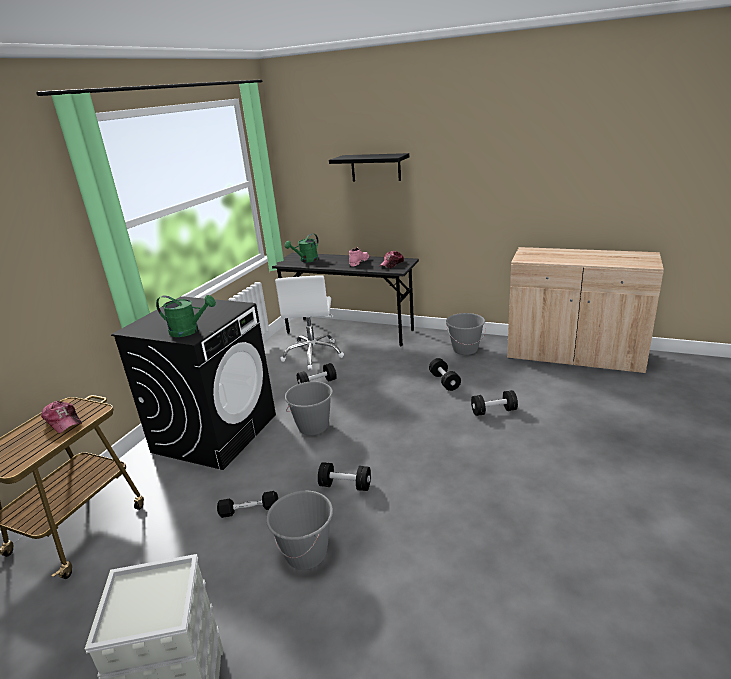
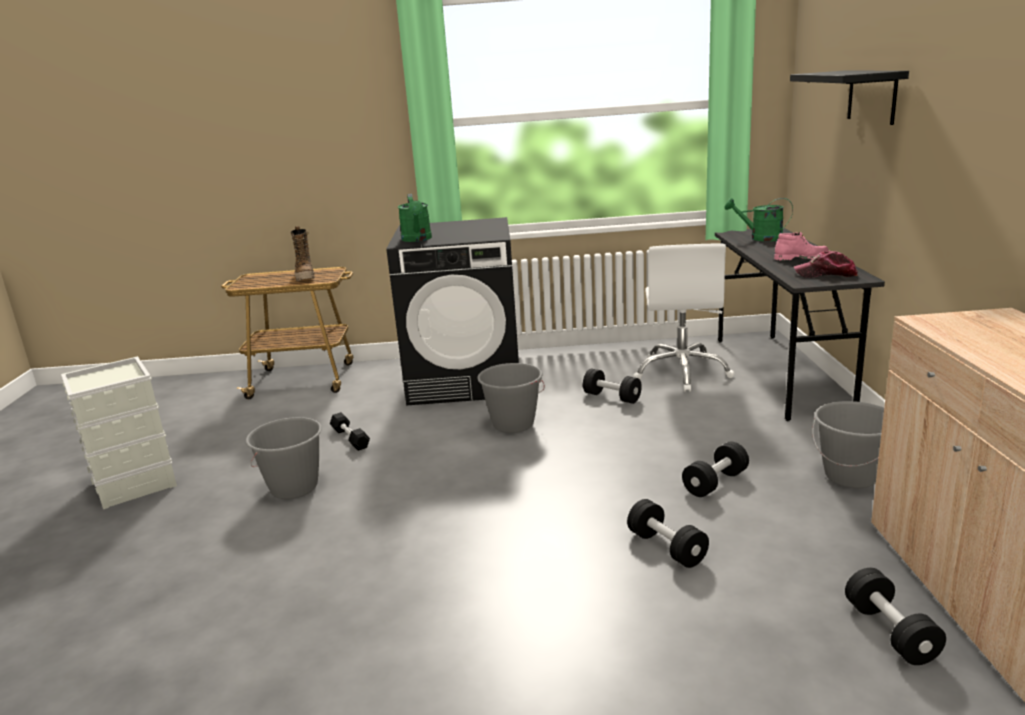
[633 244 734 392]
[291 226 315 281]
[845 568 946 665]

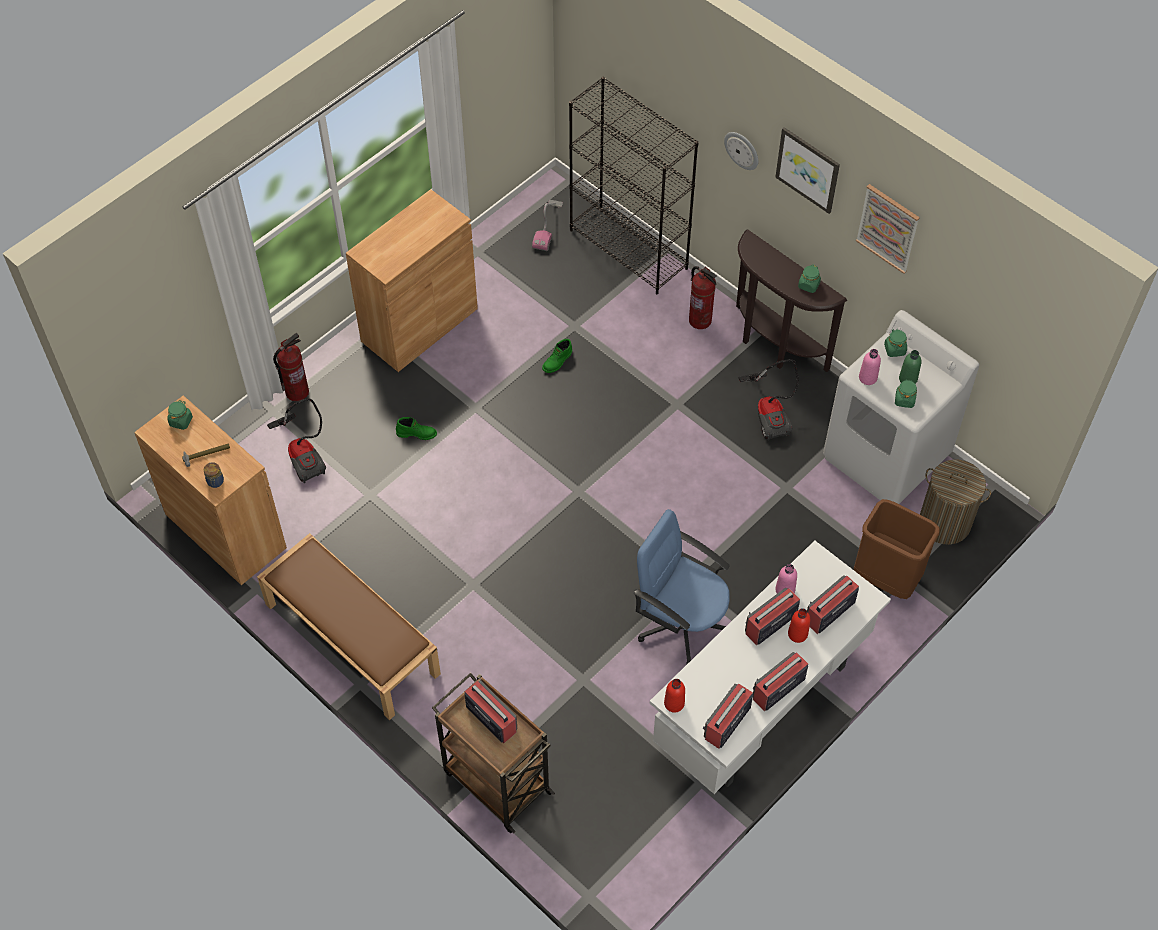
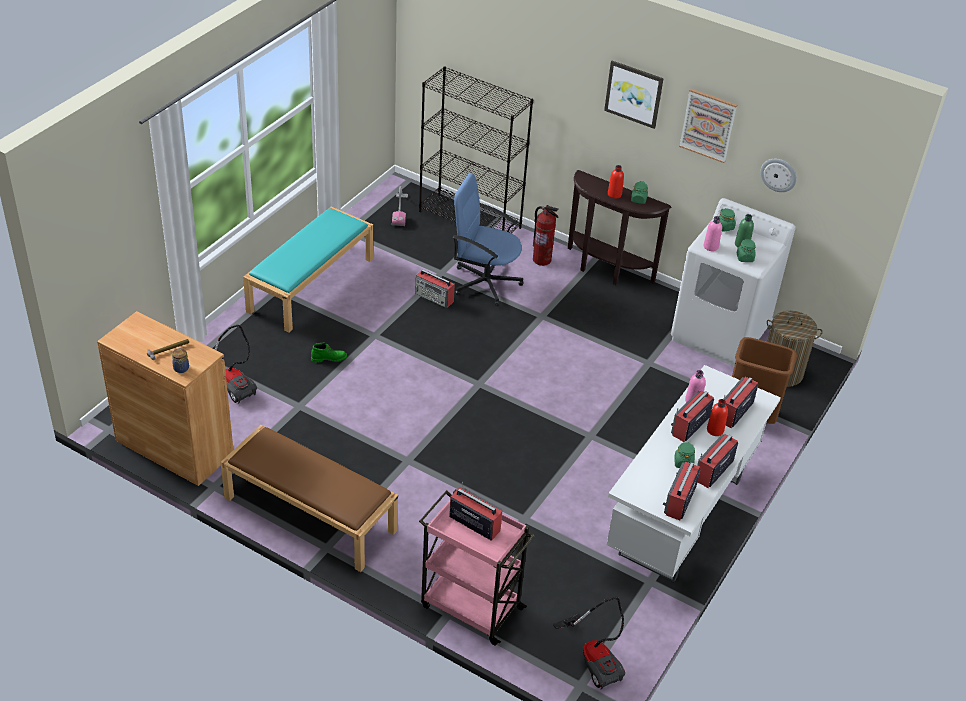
[760 159 797 192]
[243 207 373 332]
[273 333 309 401] (first image)
[415 269 455 308]
[553 597 625 690]
[674 442 695 468]
[453 173 524 306]
[419 489 534 645]
[608 165 624 199]

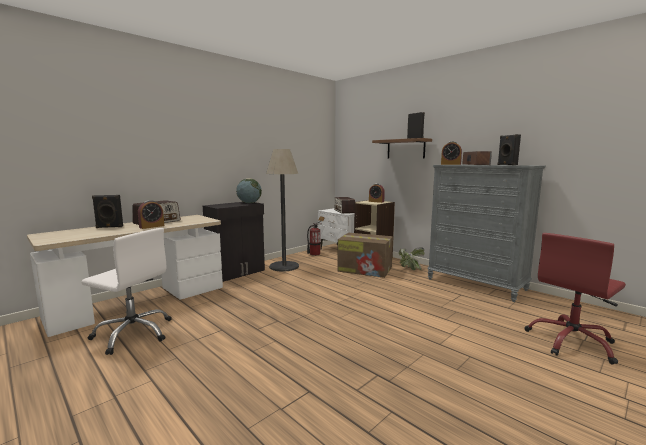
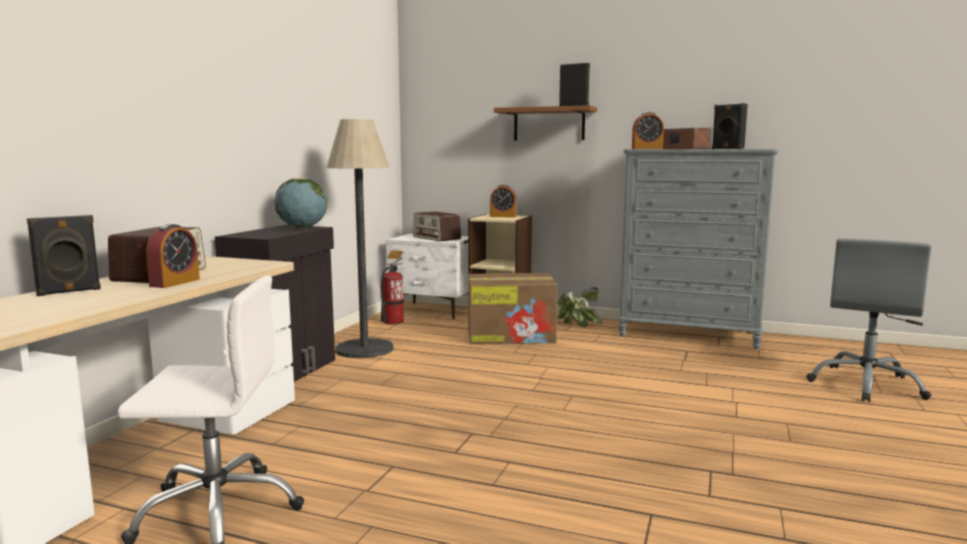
[806 238 932 402]

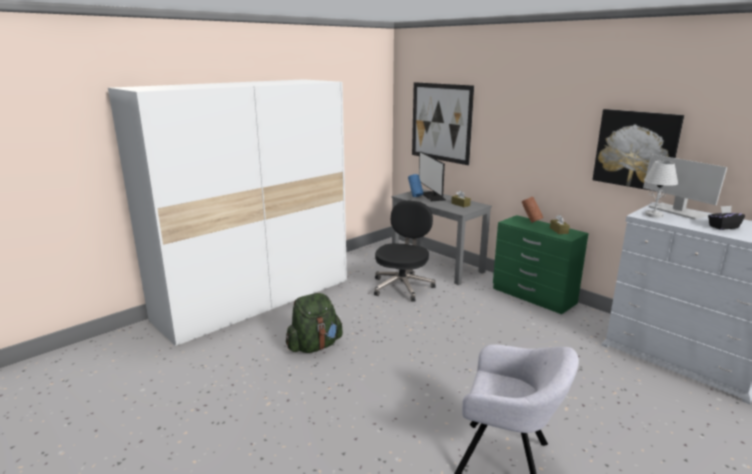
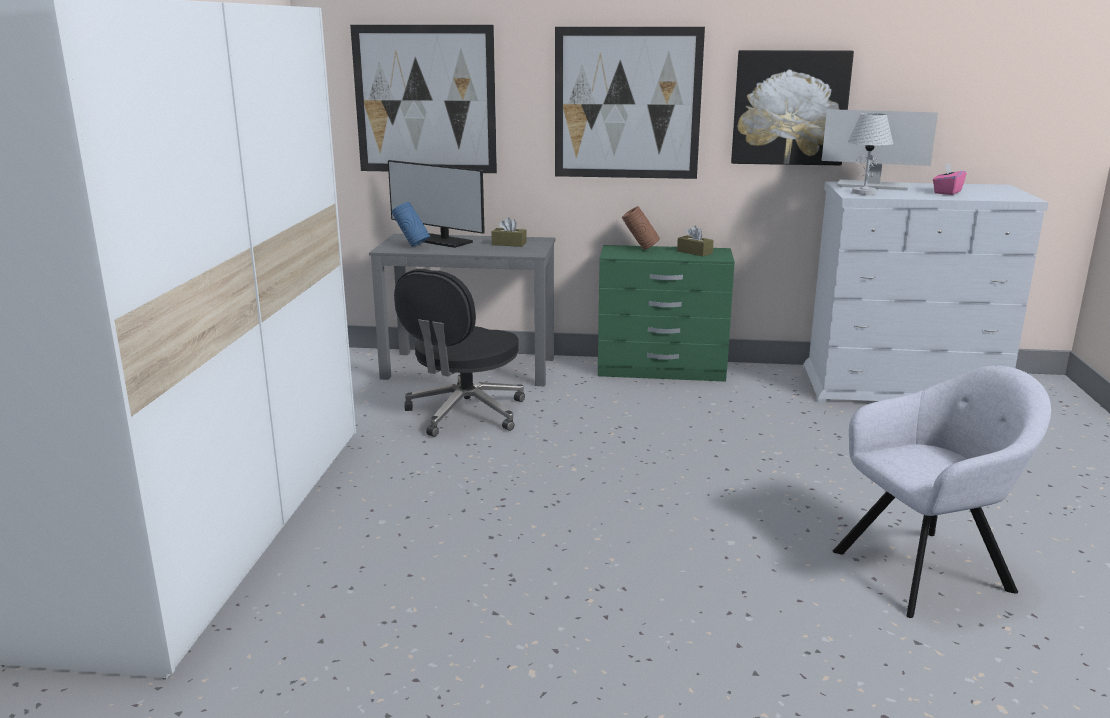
[394 269 525 437]
[933 163 966 195]
[286 293 343 353] (first image)
[555 27 705 179]

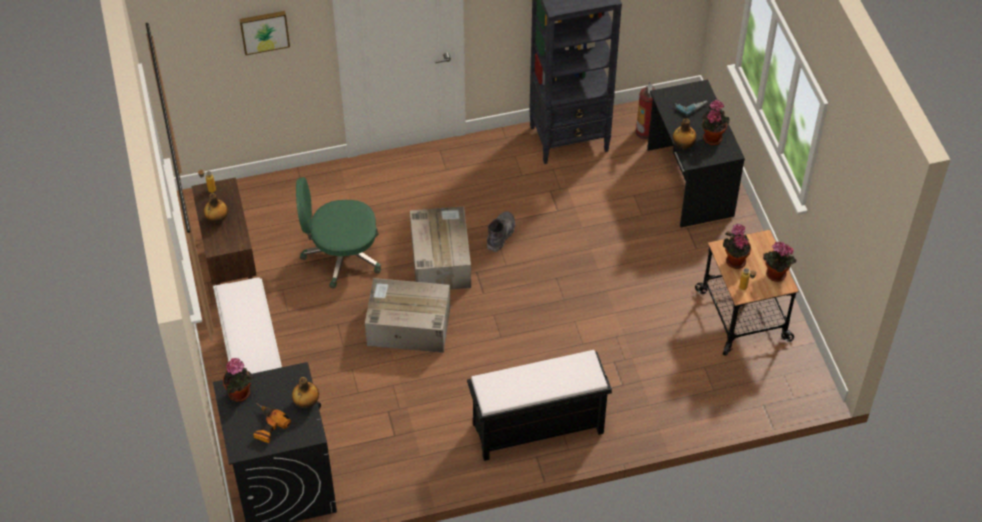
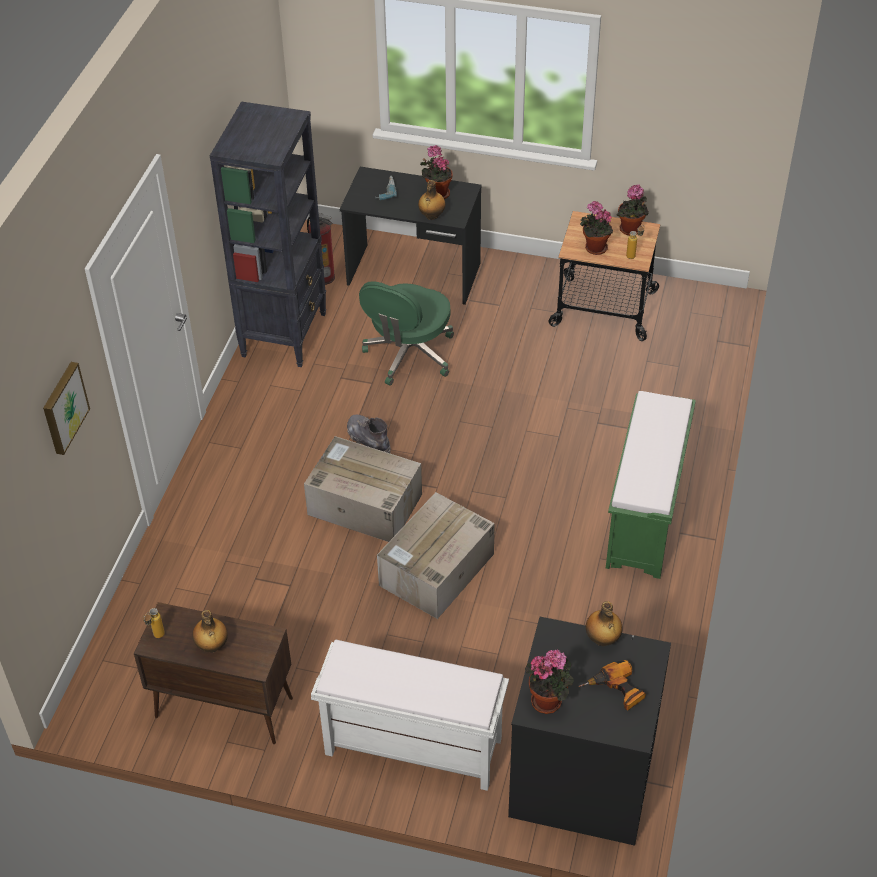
[359 281 454 386]
[606 391 696 579]

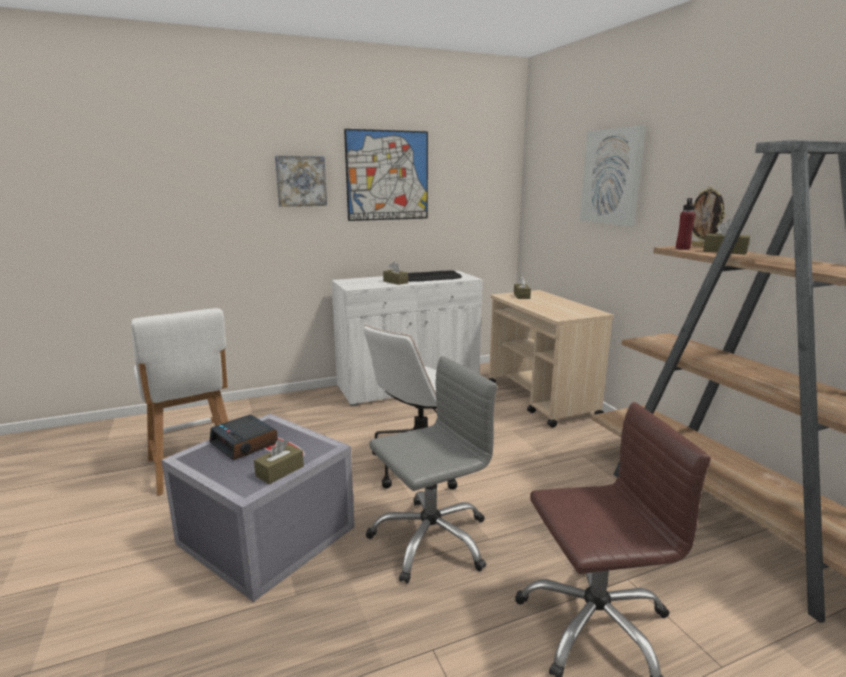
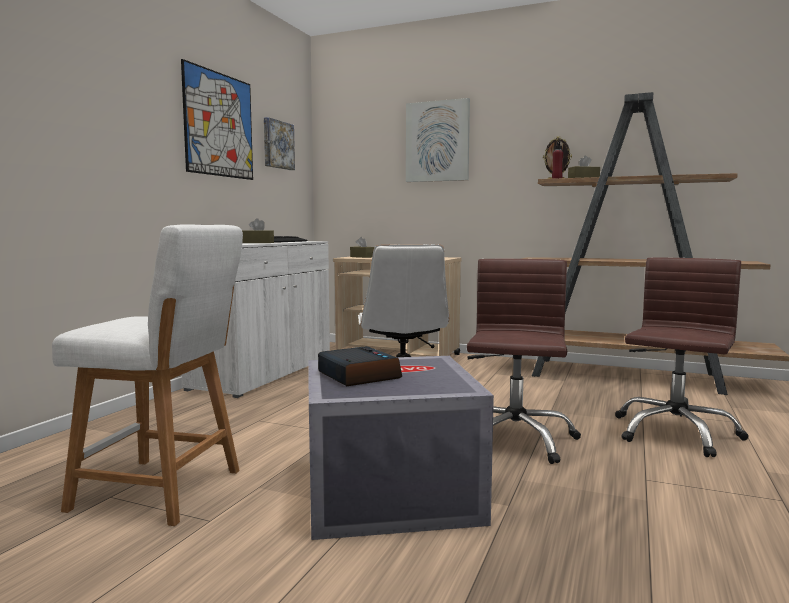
[264 117 295 170]
[467 259 581 464]
[318 346 402 386]
[254 439 304 484] (first image)

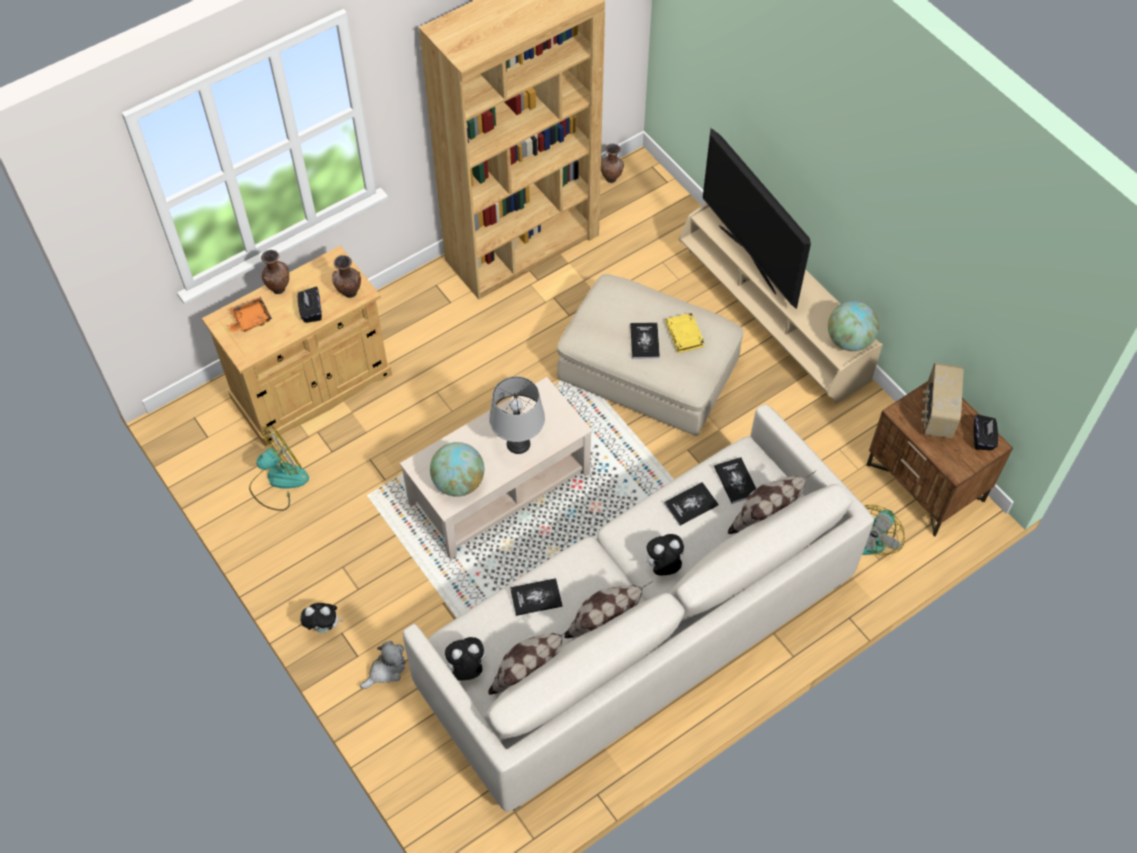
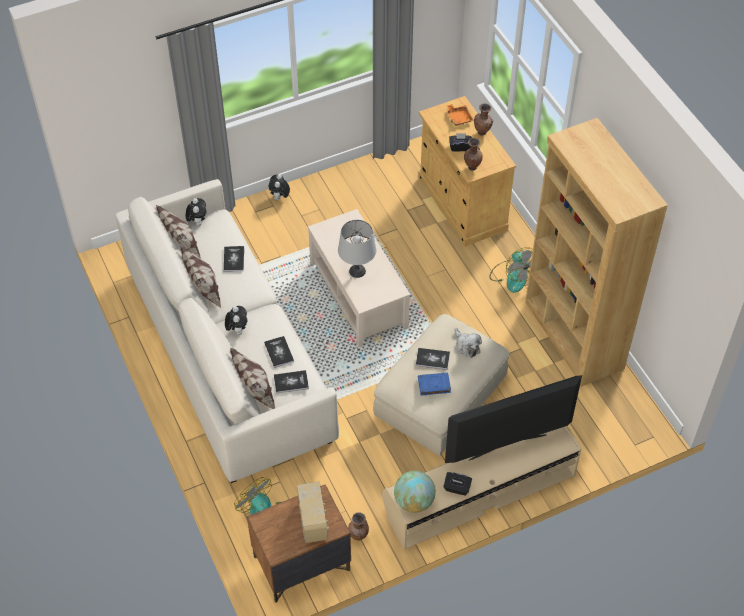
[348 512 369 541]
[418 373 451 396]
[297 482 329 543]
[443 472 472 495]
[490 247 533 293]
[430 442 484 497] (first image)
[454 328 482 358]

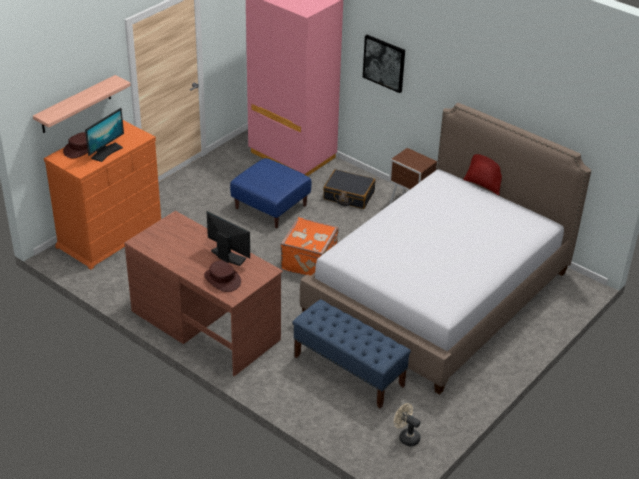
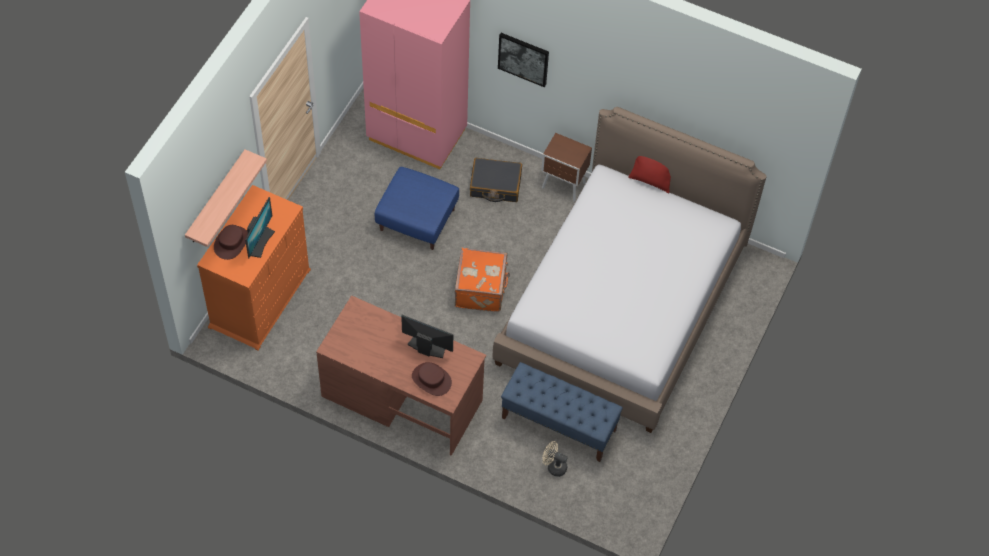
[542 441 567 477]

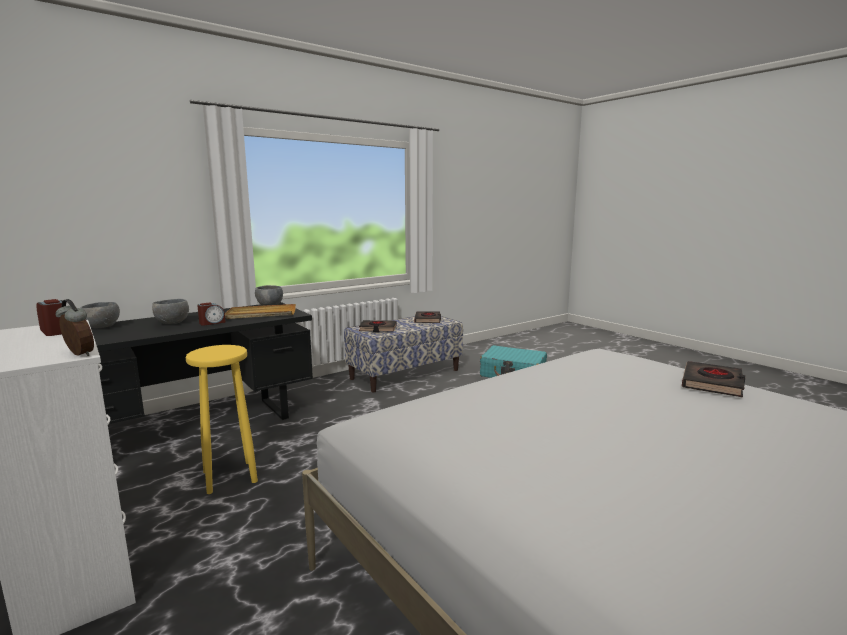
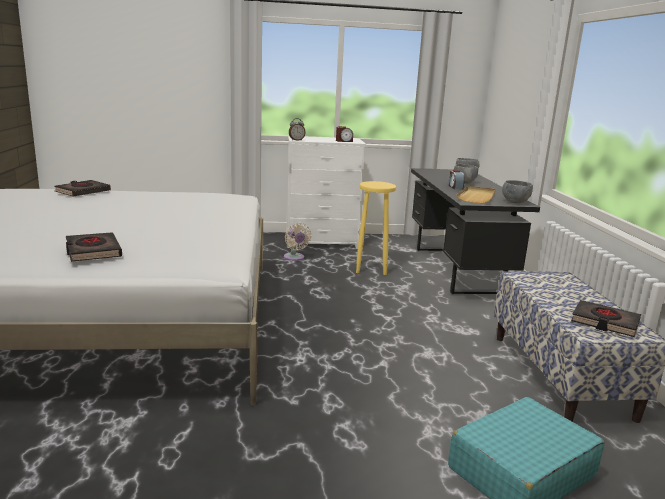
[54 180 111 197]
[284 223 311 261]

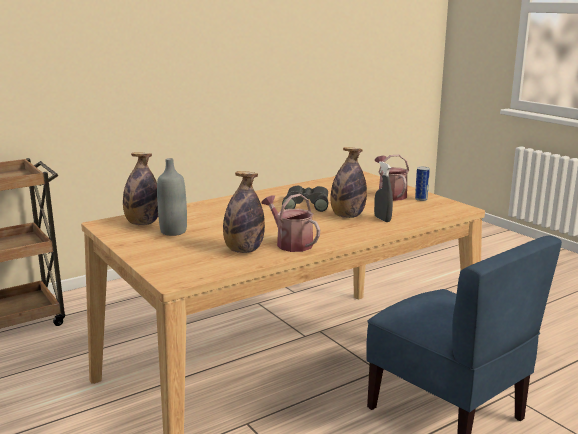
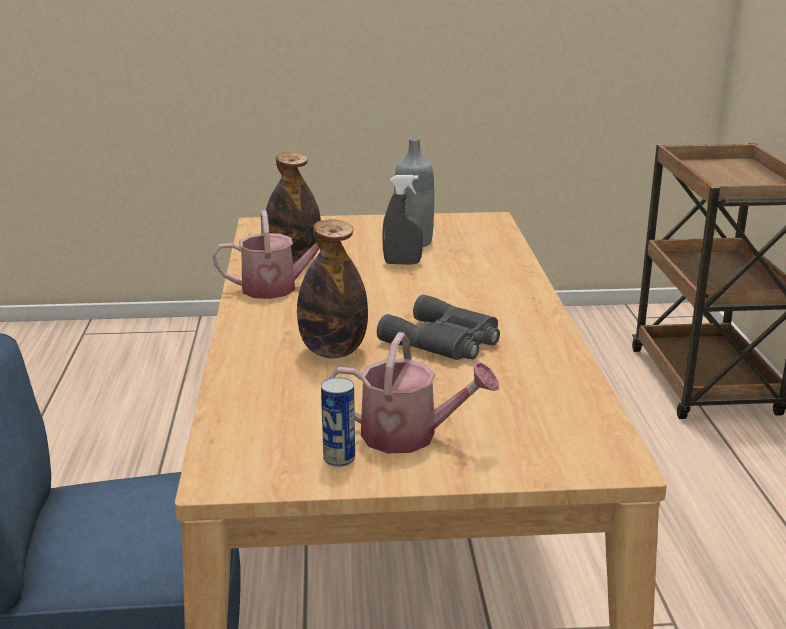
[123 152 158 225] (first image)
[382 175 423 265]

